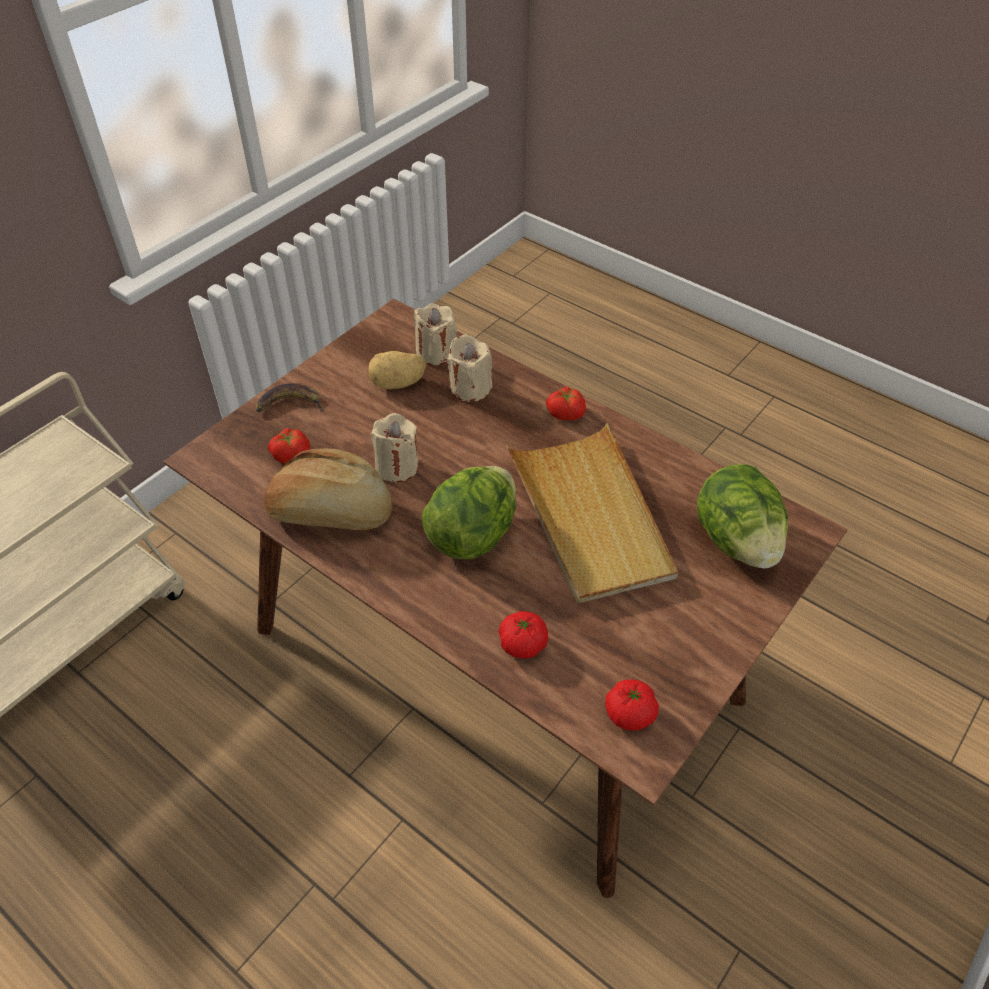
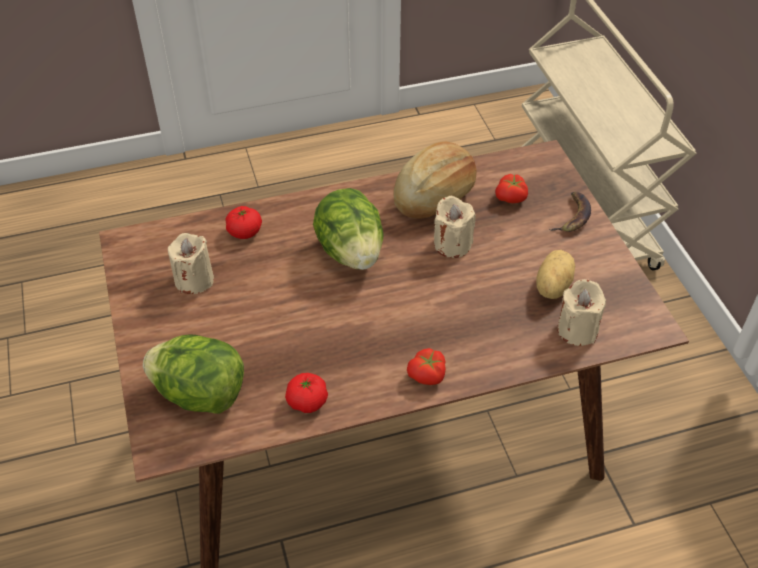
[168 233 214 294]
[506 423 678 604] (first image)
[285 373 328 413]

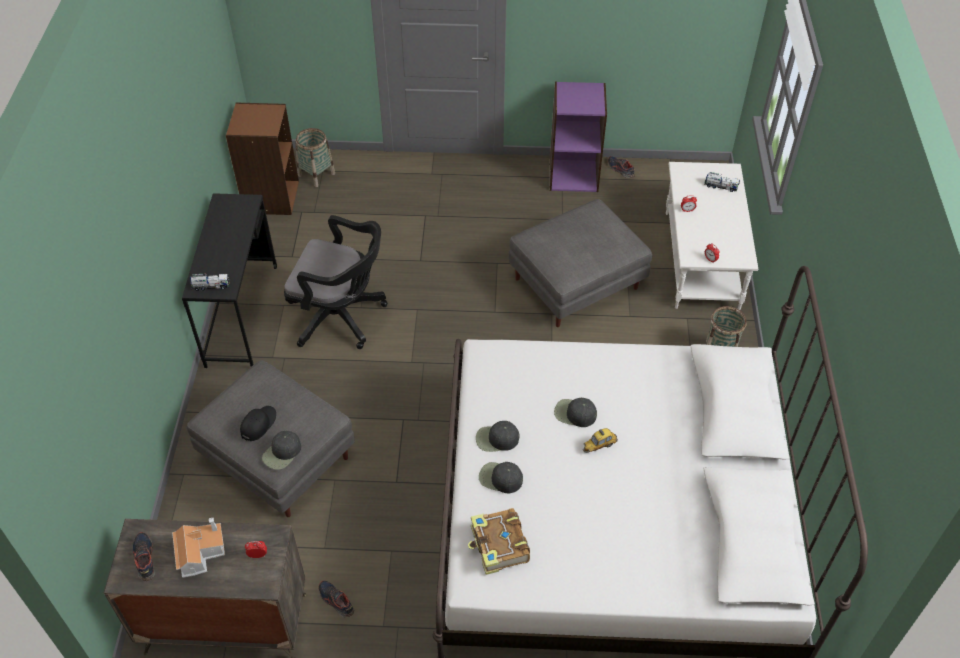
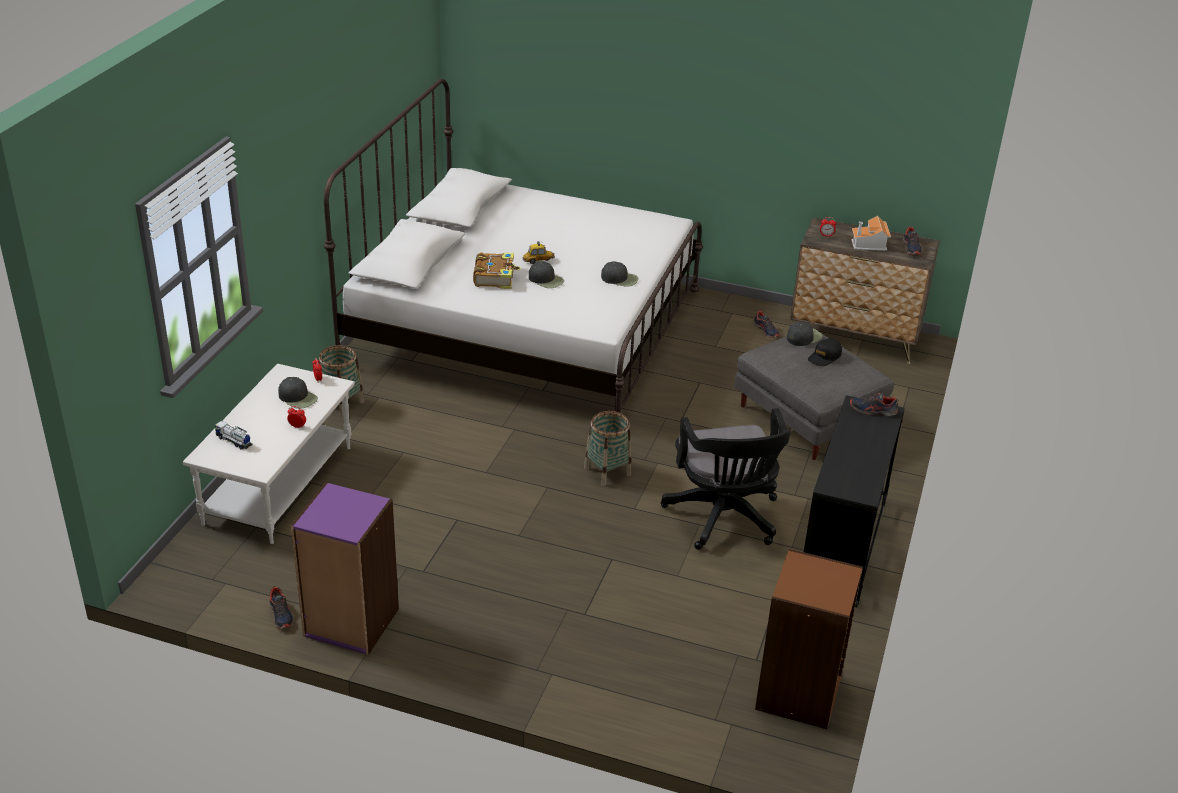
[584 411 631 486]
[509 199 652 327] (first image)
[660 408 791 550]
[850 393 899 416]
[278 377 318 409]
[473 252 521 289]

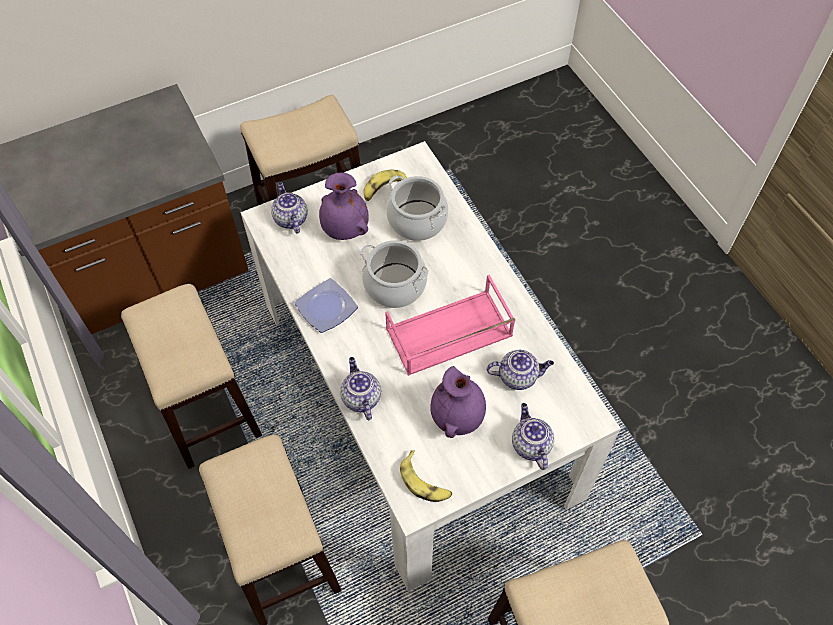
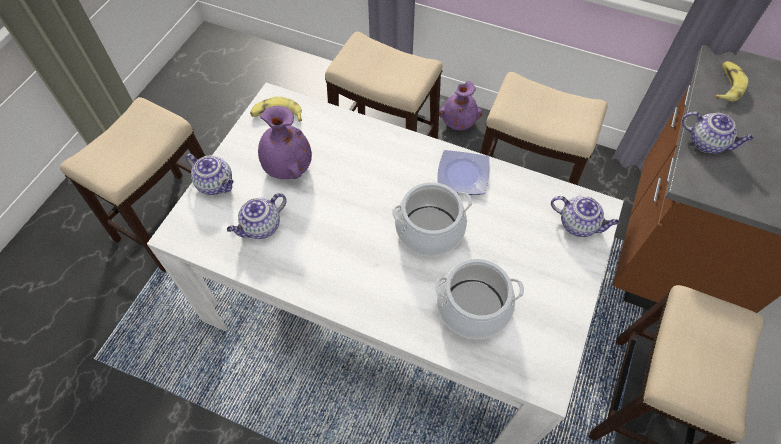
[715 61 748 102]
[439 81 482 130]
[385 275 515 376] (first image)
[682 111 754 154]

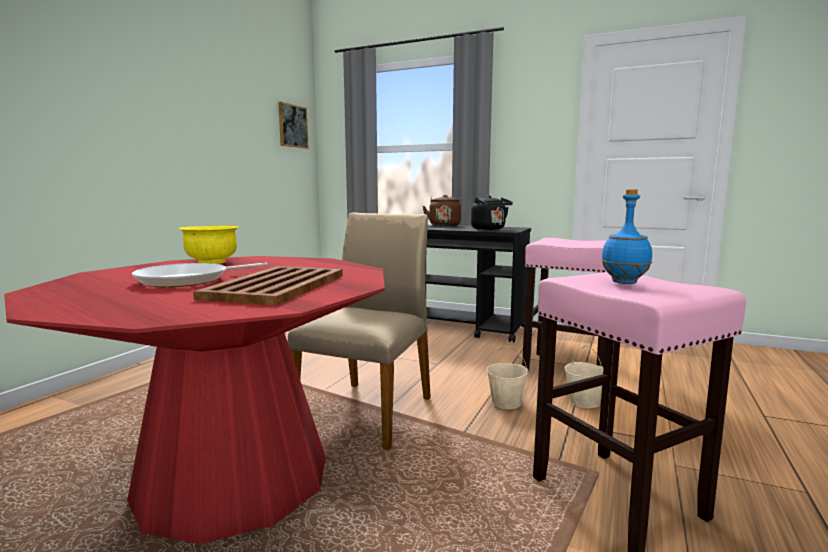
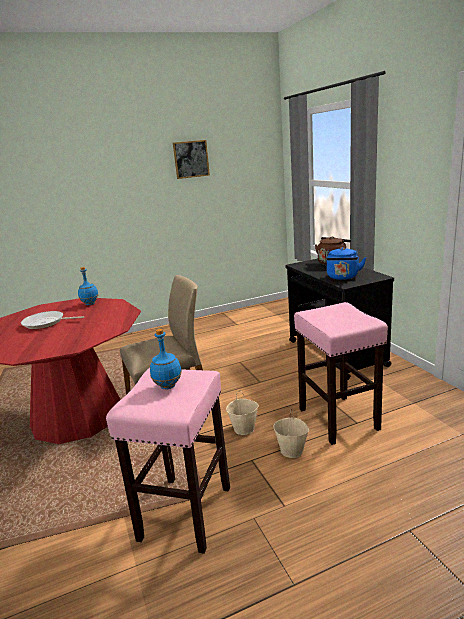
[173 140 210 179]
[326 247 366 280]
[78 267 98 305]
[193 266 343 306] (first image)

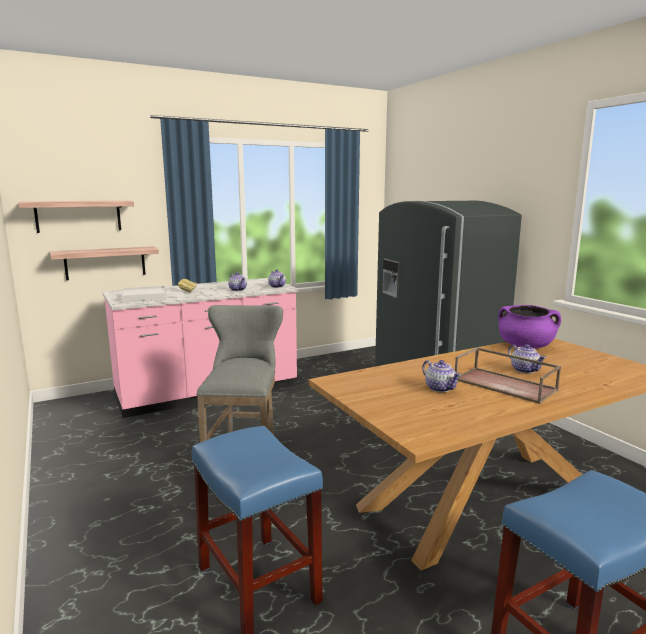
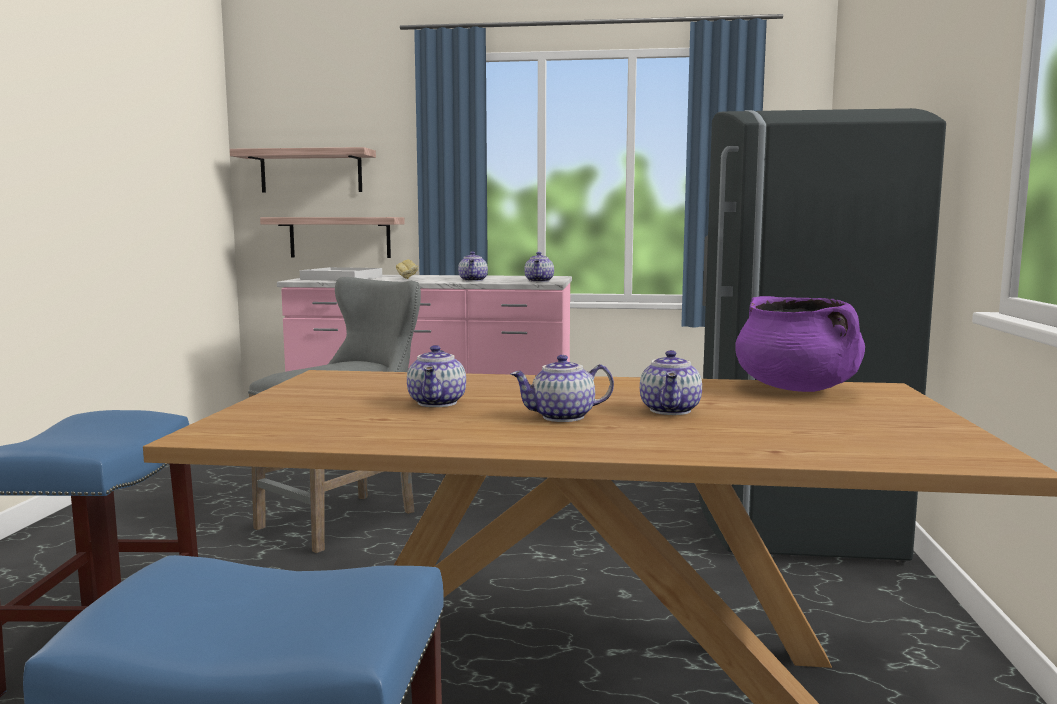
[511 355 614 422]

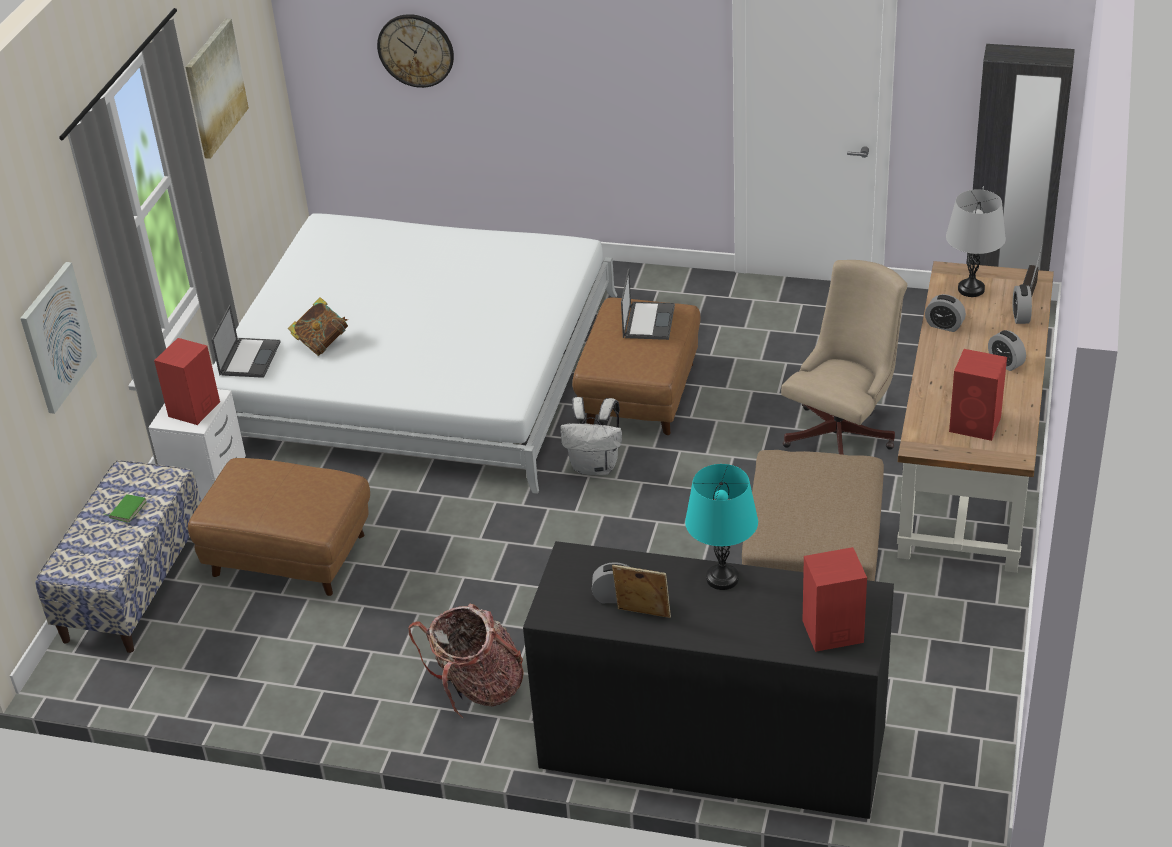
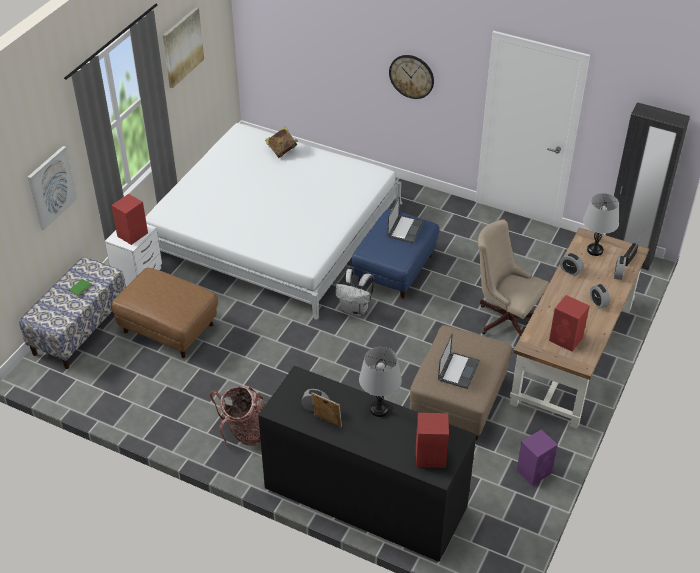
[389 55 434 99]
[478 219 549 337]
[265 126 298 158]
[352 209 439 299]
[438 333 480 389]
[359 347 402 417]
[516 429 558 486]

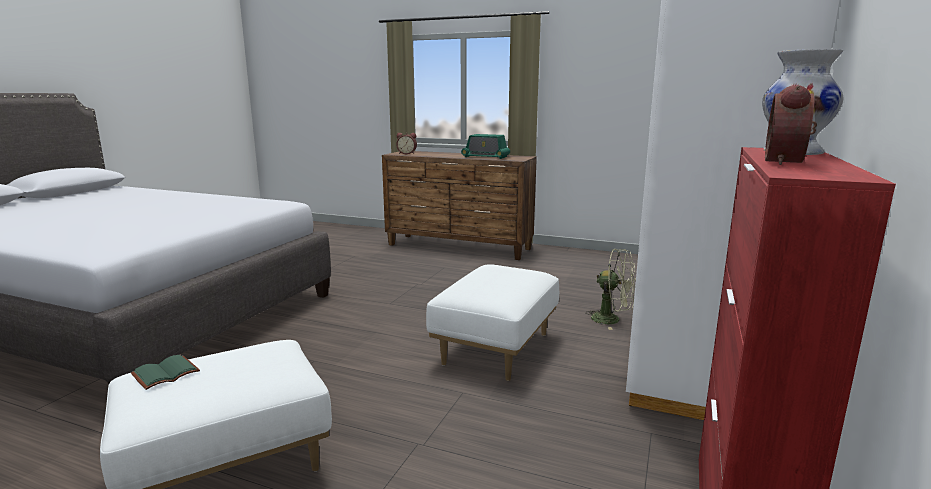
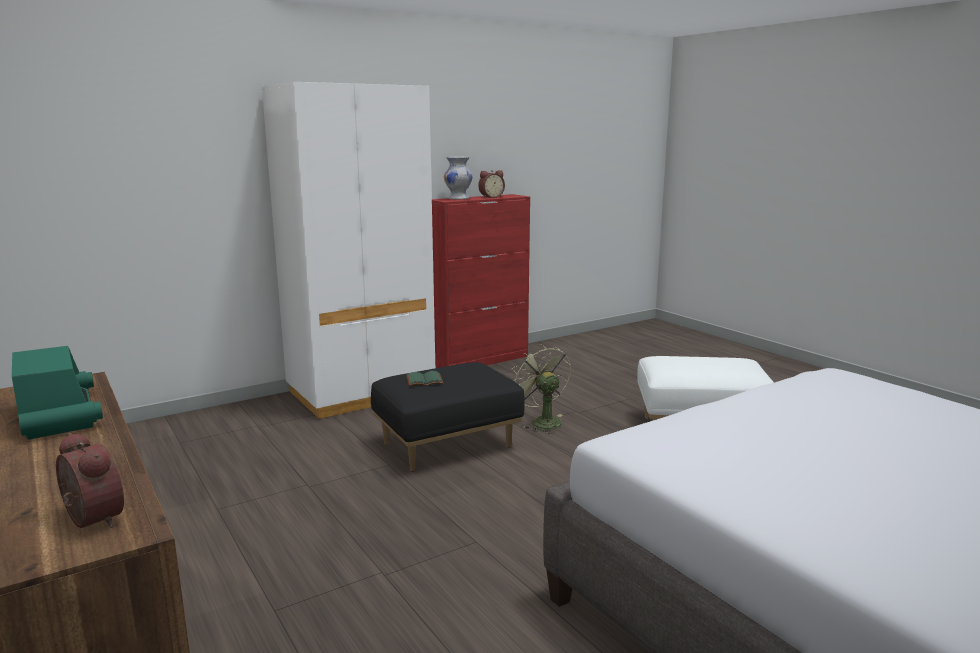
[511 344 571 434]
[371 362 525 472]
[406 371 443 386]

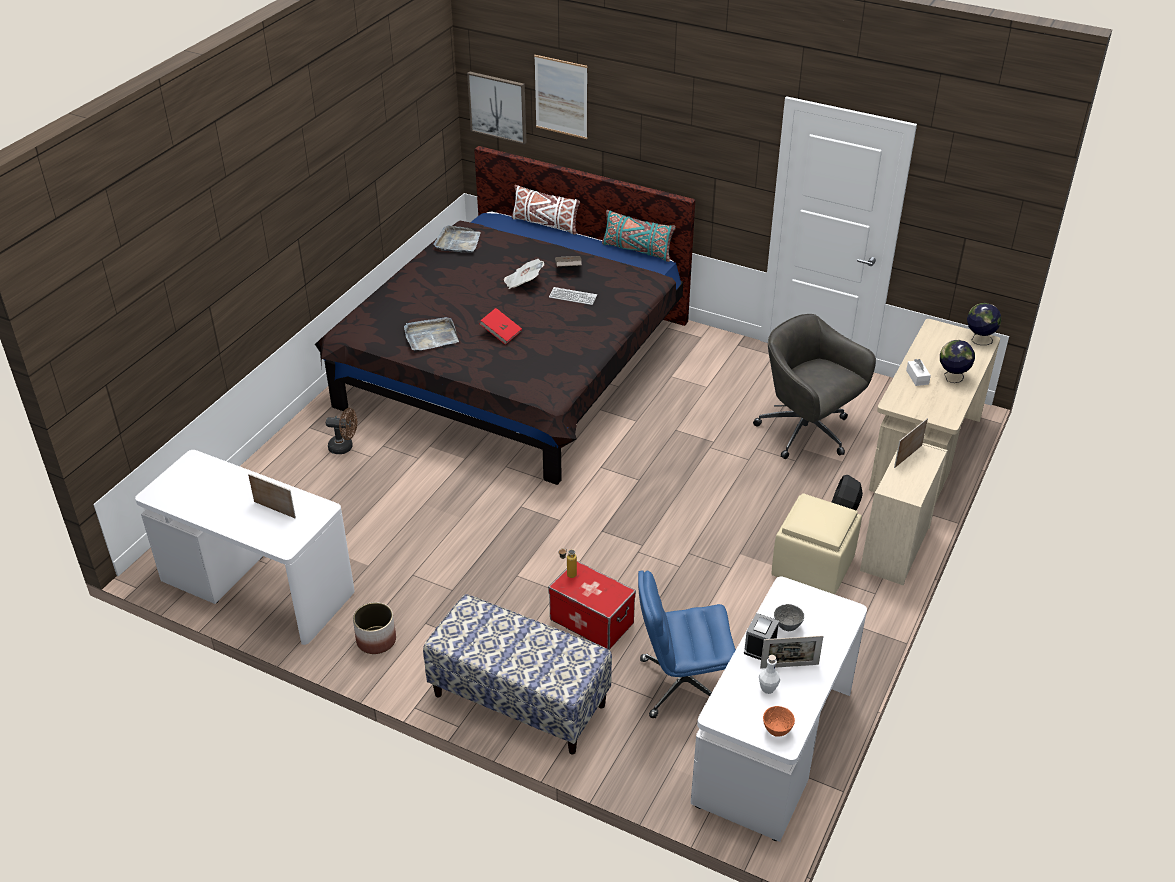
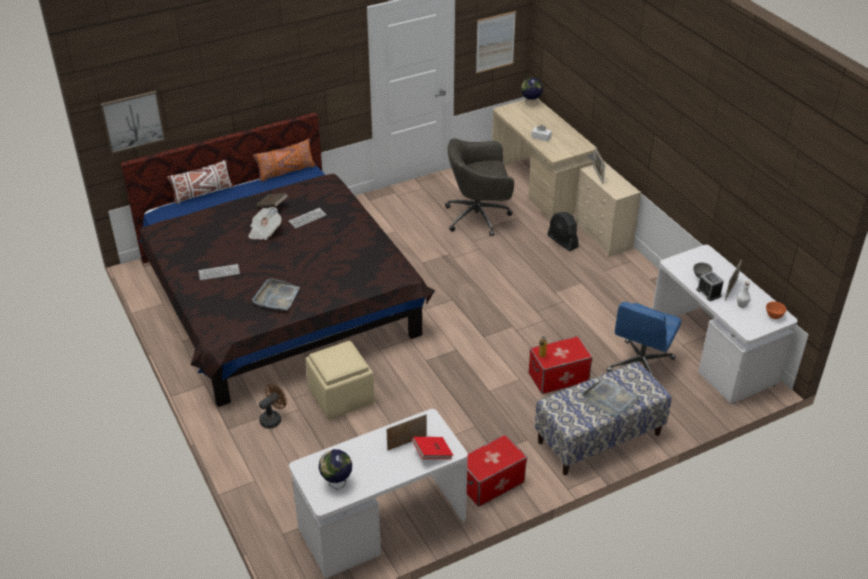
[476 11 516 73]
[253 139 316 182]
[582 379 641 417]
[412 437 453 459]
[319 449 352 490]
[305 341 375 420]
[467 434 527 507]
[198 264 240 280]

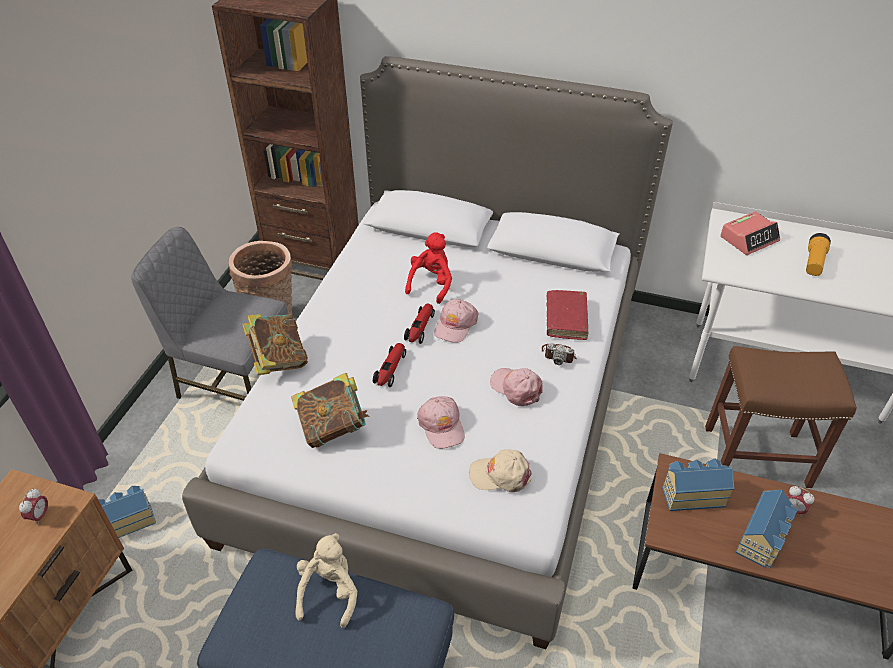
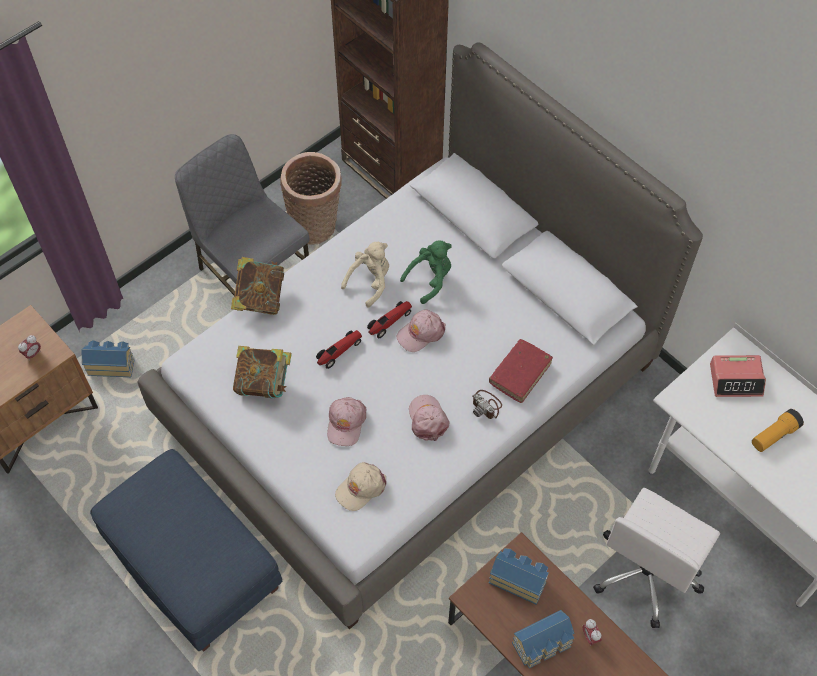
[400 240 452 304]
[593 488 720 628]
[335 462 386 511]
[341 242 389 307]

